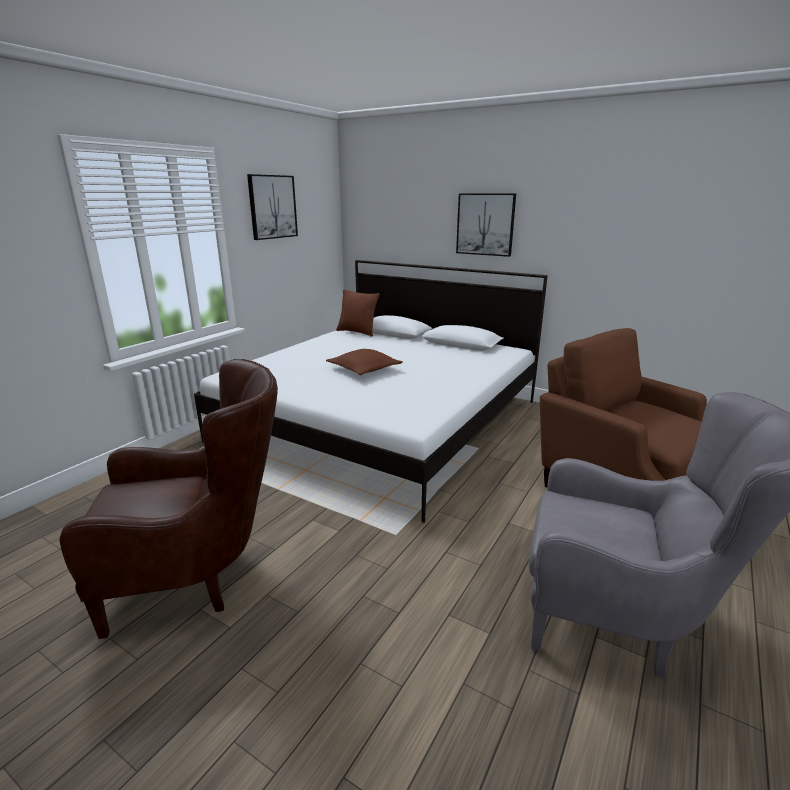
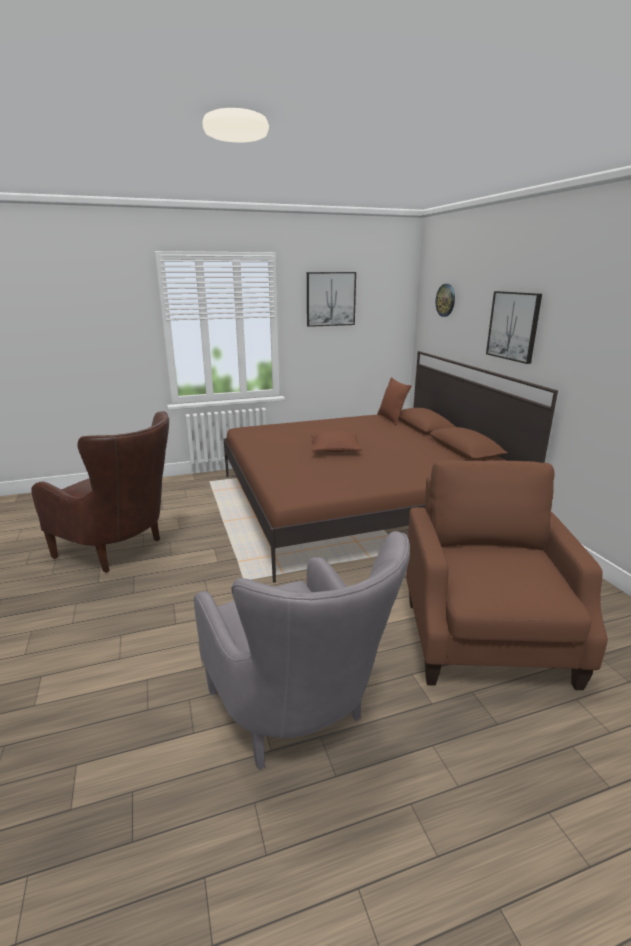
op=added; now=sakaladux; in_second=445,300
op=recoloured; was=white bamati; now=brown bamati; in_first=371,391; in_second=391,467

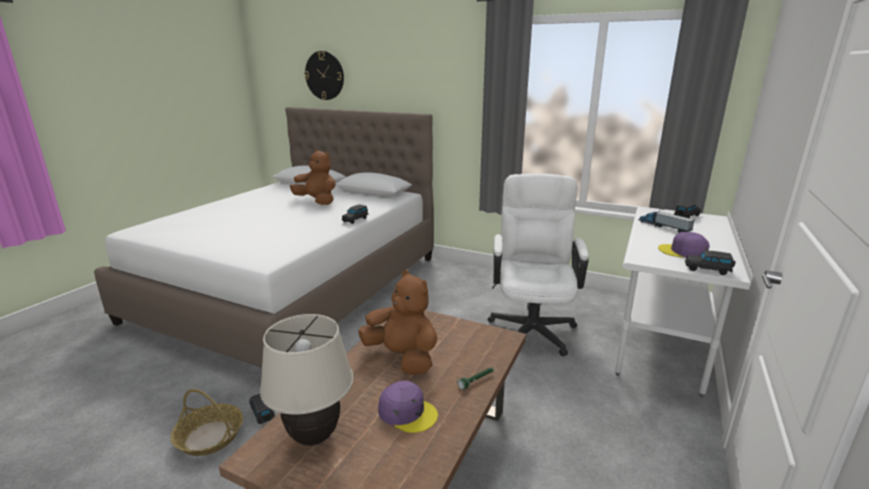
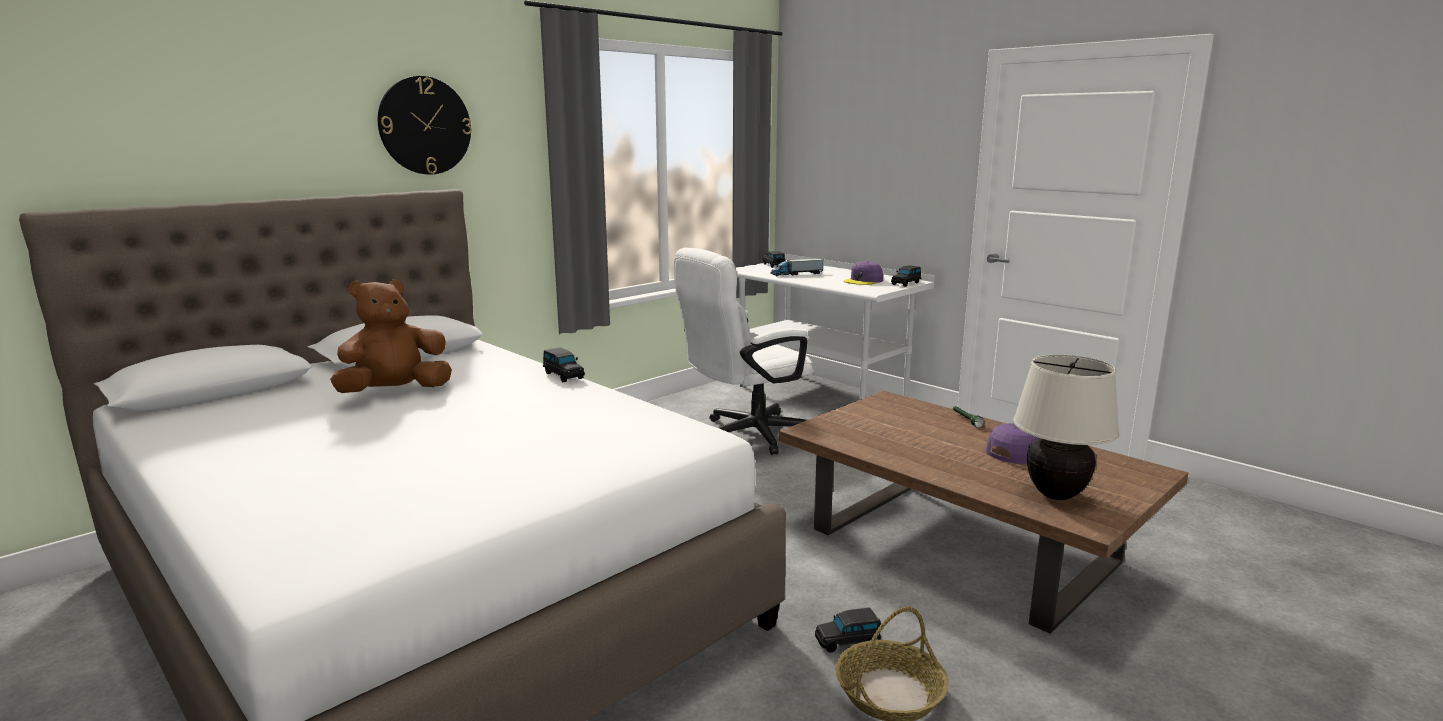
op=removed; was=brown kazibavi; in_first=397,322
op=moved; was=sakaladux; in_first=324,75; in_second=425,125
op=turned; was=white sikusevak; in_first=538,264; in_second=743,351; clockwise=-60

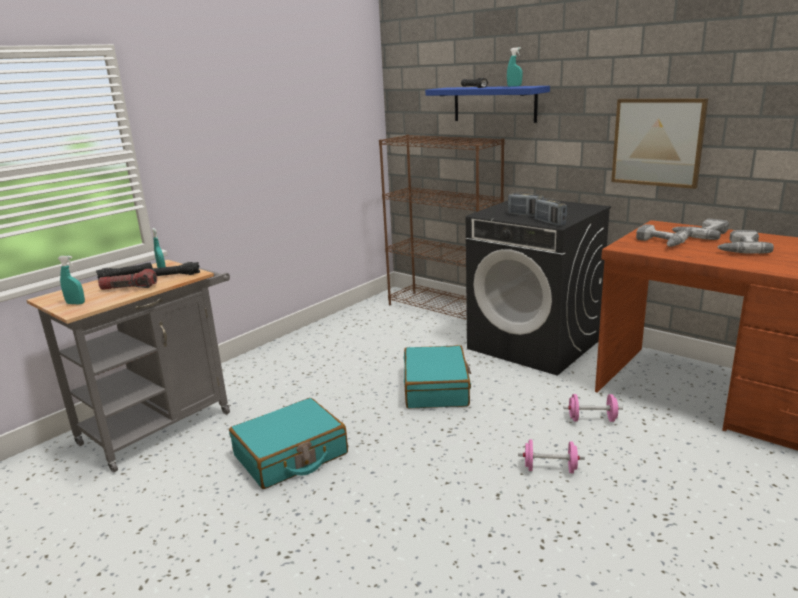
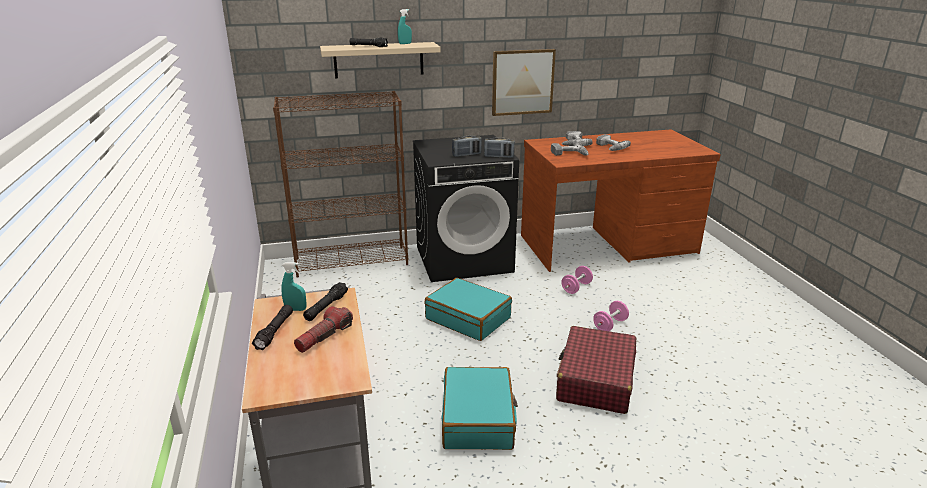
op=removed; was=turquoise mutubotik; in_first=71,280
op=added; now=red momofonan; in_second=596,370
op=recoloured; was=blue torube; now=beige torube; in_first=487,104; in_second=380,60

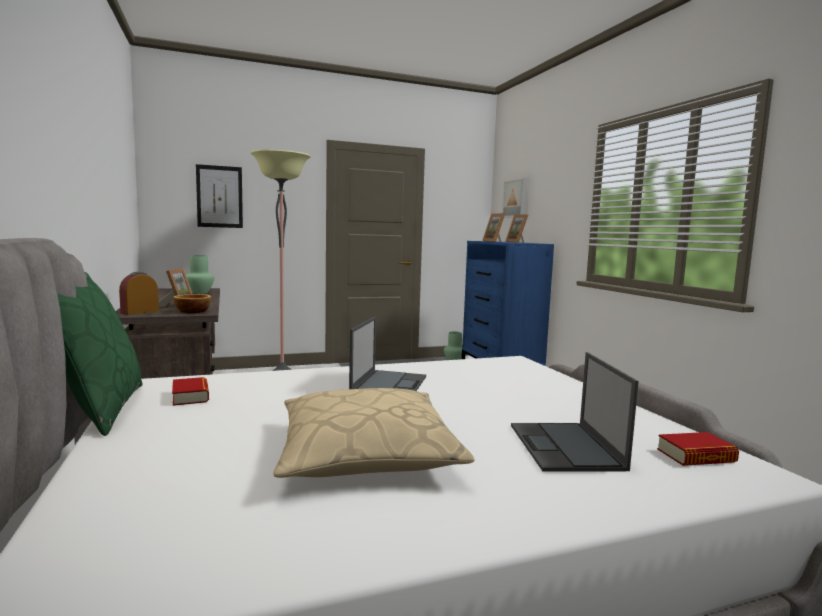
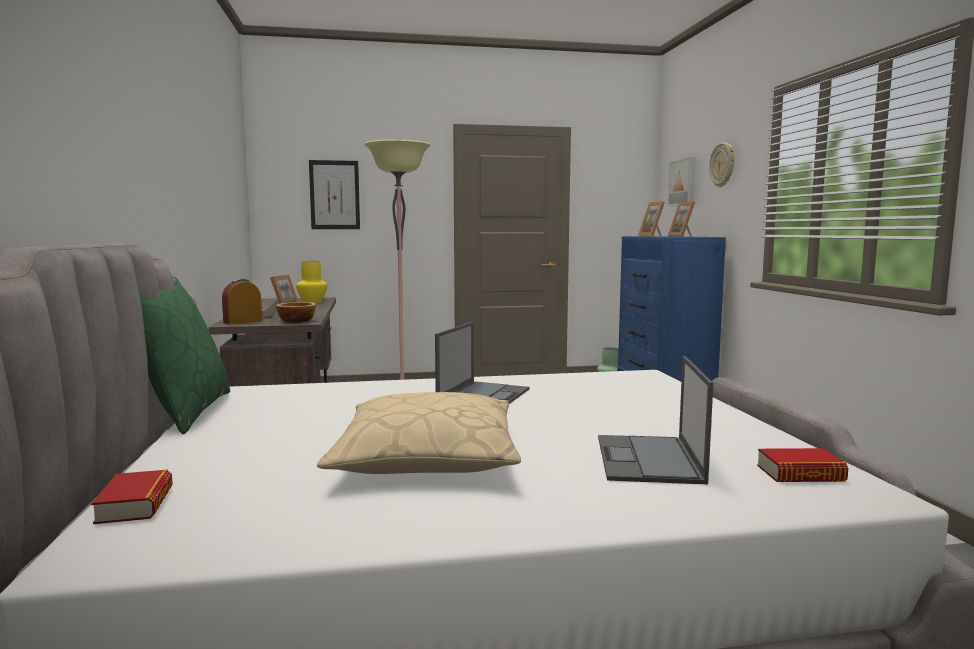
op=added; now=sakaladux; in_second=722,164
op=moved; was=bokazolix; in_first=190,391; in_second=132,497
op=recoloured; was=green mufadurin; now=yellow mufadurin; in_first=200,274; in_second=311,282

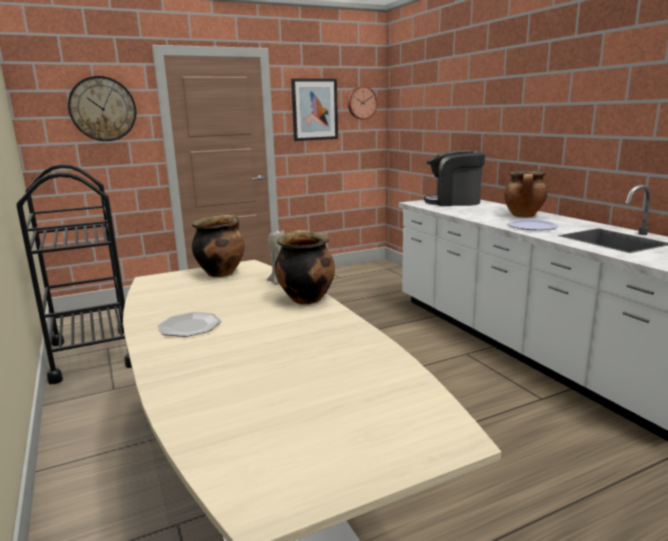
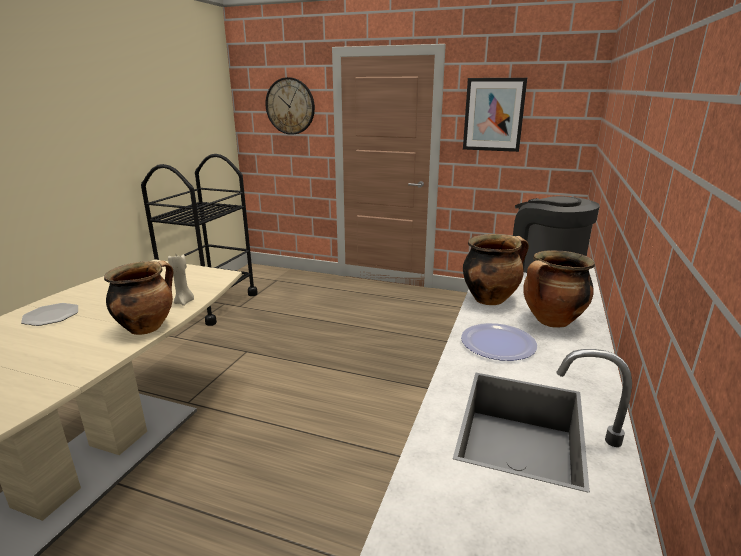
op=removed; was=sakaladux; in_first=362,102
op=moved; was=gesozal; in_first=218,246; in_second=496,269

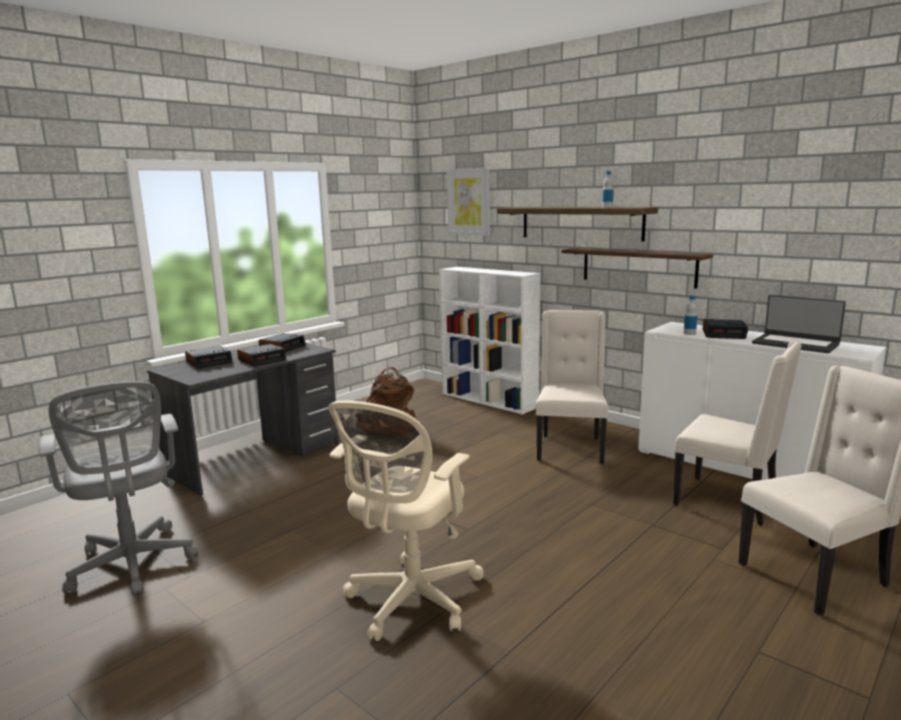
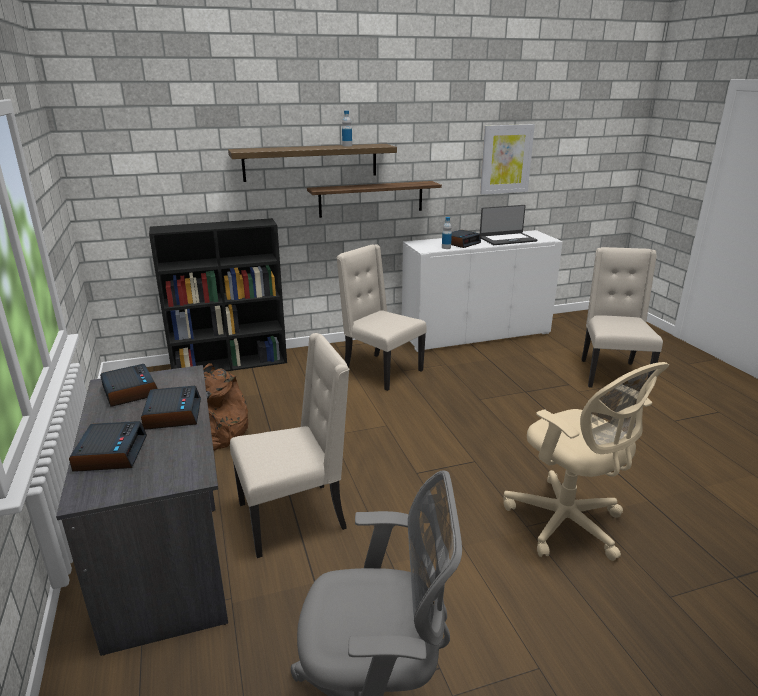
op=moved; was=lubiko; in_first=468,201; in_second=507,159
op=moved; was=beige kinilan; in_first=737,433; in_second=289,445
op=recoloured; was=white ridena; now=black ridena; in_first=489,341; in_second=218,295

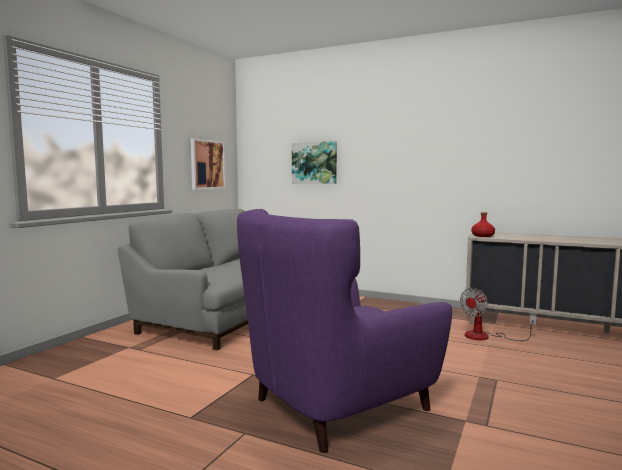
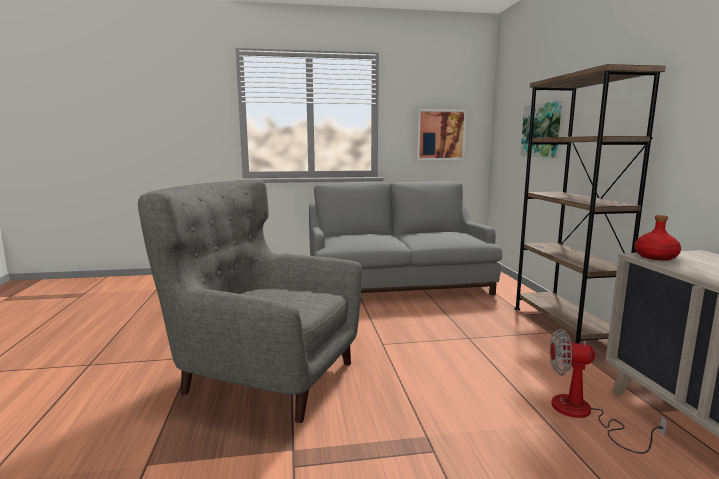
op=added; now=brown ridena; in_second=590,204
op=recoloured; was=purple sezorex; now=grey sezorex; in_first=344,331; in_second=250,301

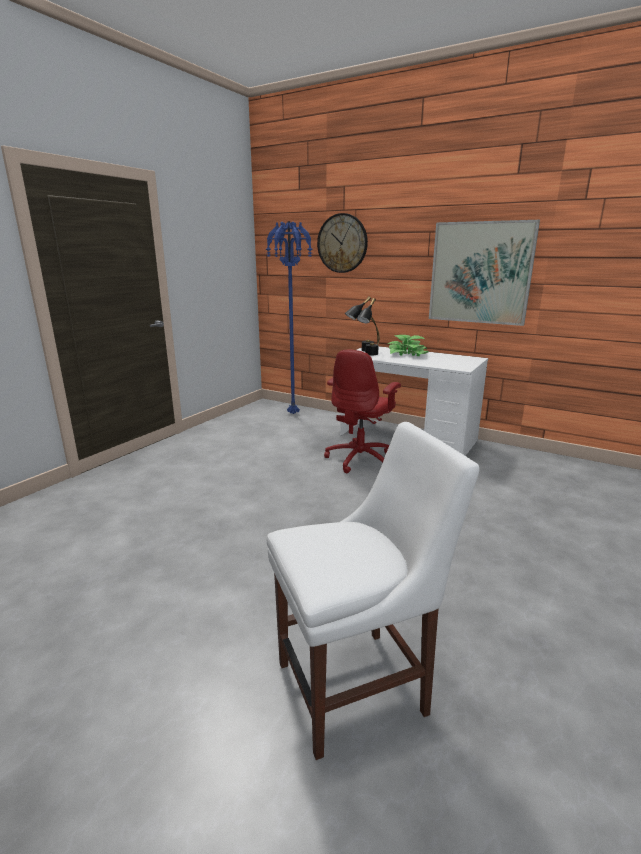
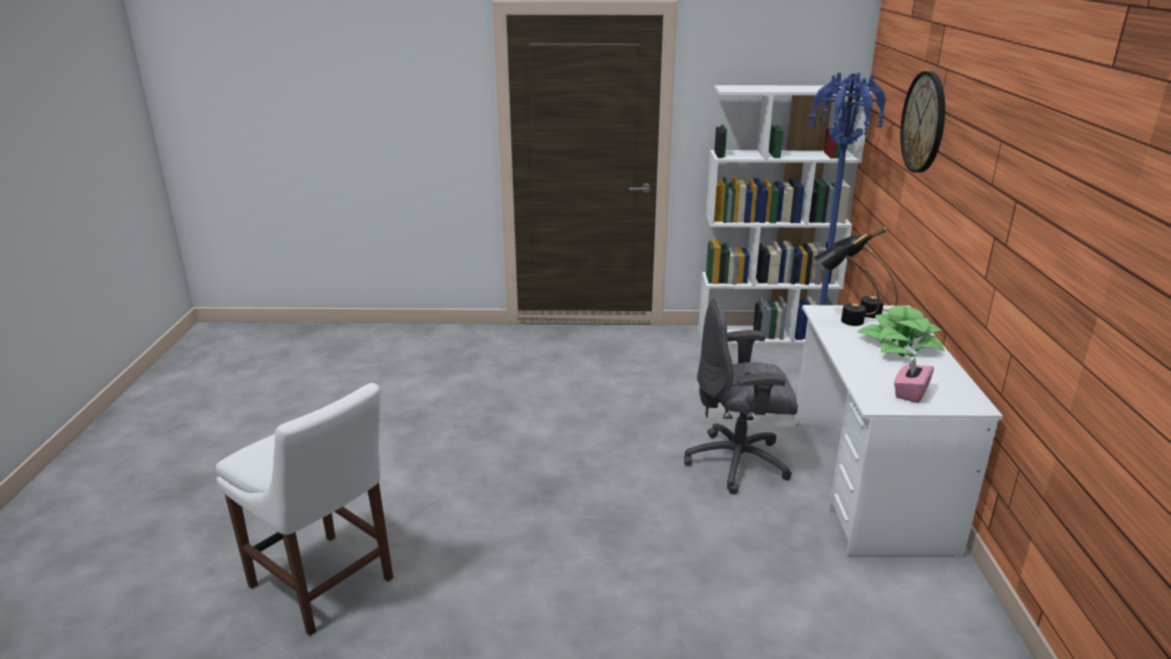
op=removed; was=lubiko; in_first=484,273
op=added; now=white ridena; in_second=785,214
op=added; now=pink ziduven; in_second=914,380
op=recoloured; was=red sikusevak; now=grey sikusevak; in_first=362,411; in_second=741,396

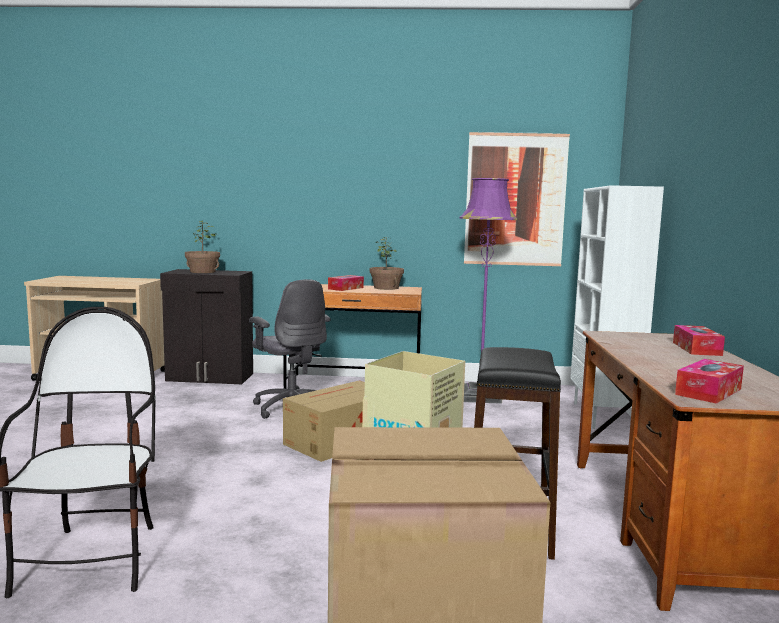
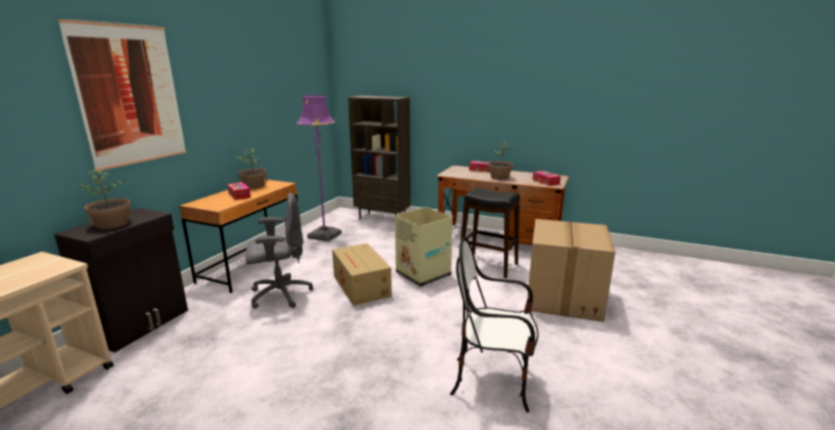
op=added; now=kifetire; in_second=500,160
op=moved; was=lubiko; in_first=517,199; in_second=122,95
op=recoloured; was=white ridena; now=brown ridena; in_first=617,307; in_second=379,157

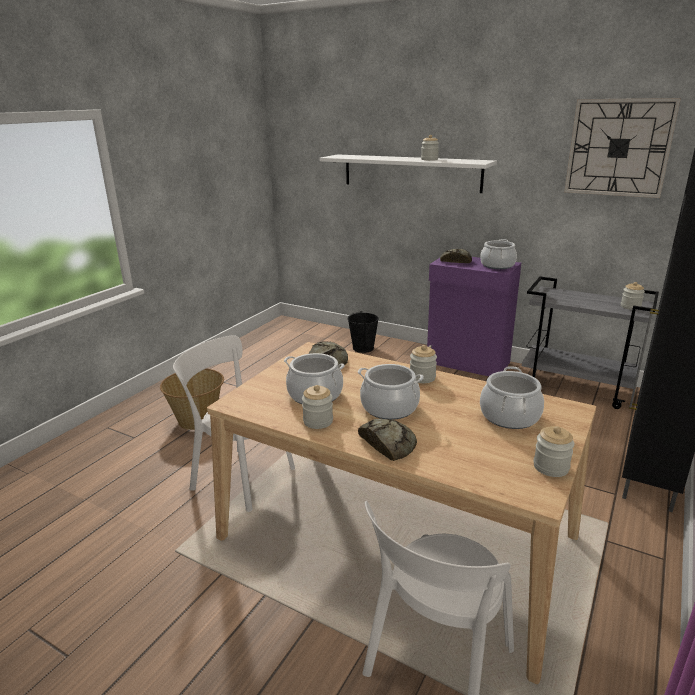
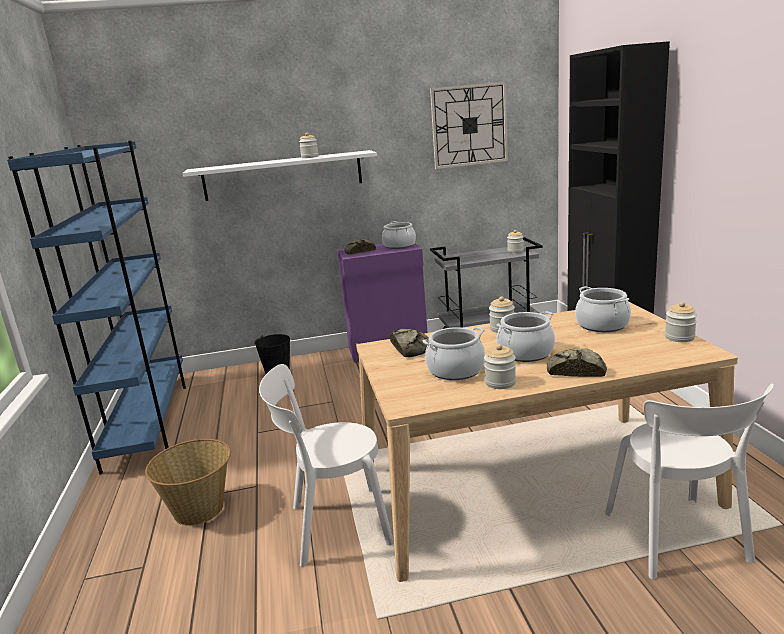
op=added; now=blue ridena; in_second=96,308

